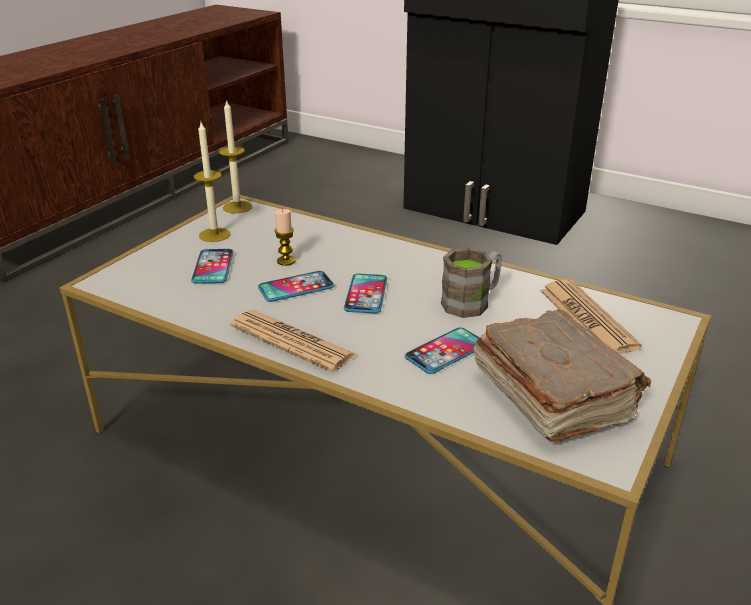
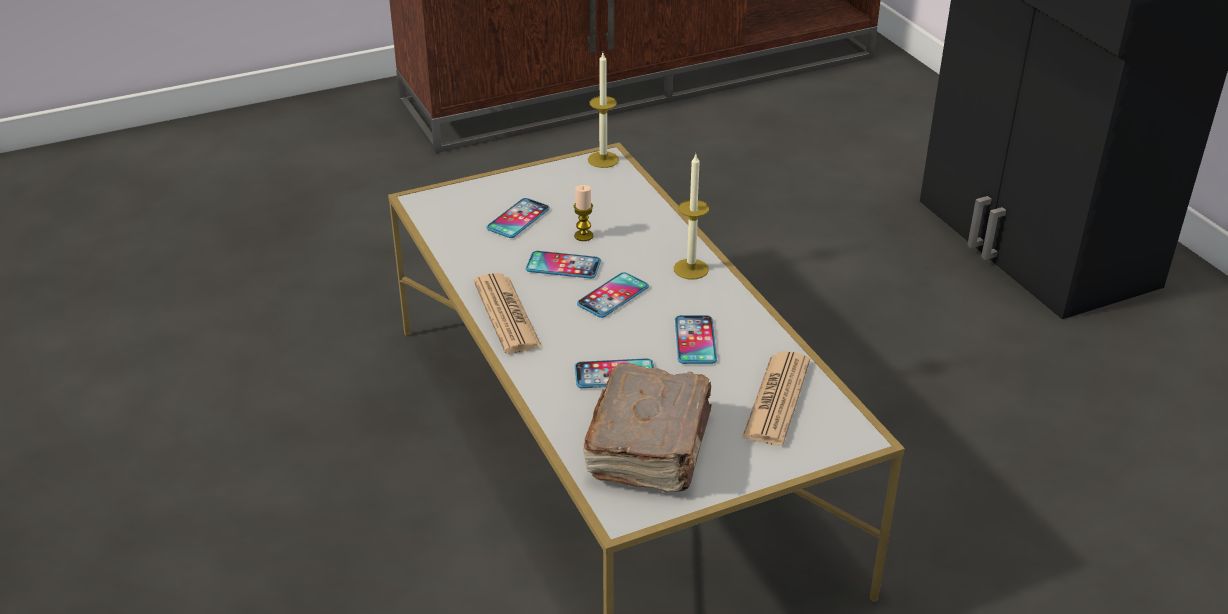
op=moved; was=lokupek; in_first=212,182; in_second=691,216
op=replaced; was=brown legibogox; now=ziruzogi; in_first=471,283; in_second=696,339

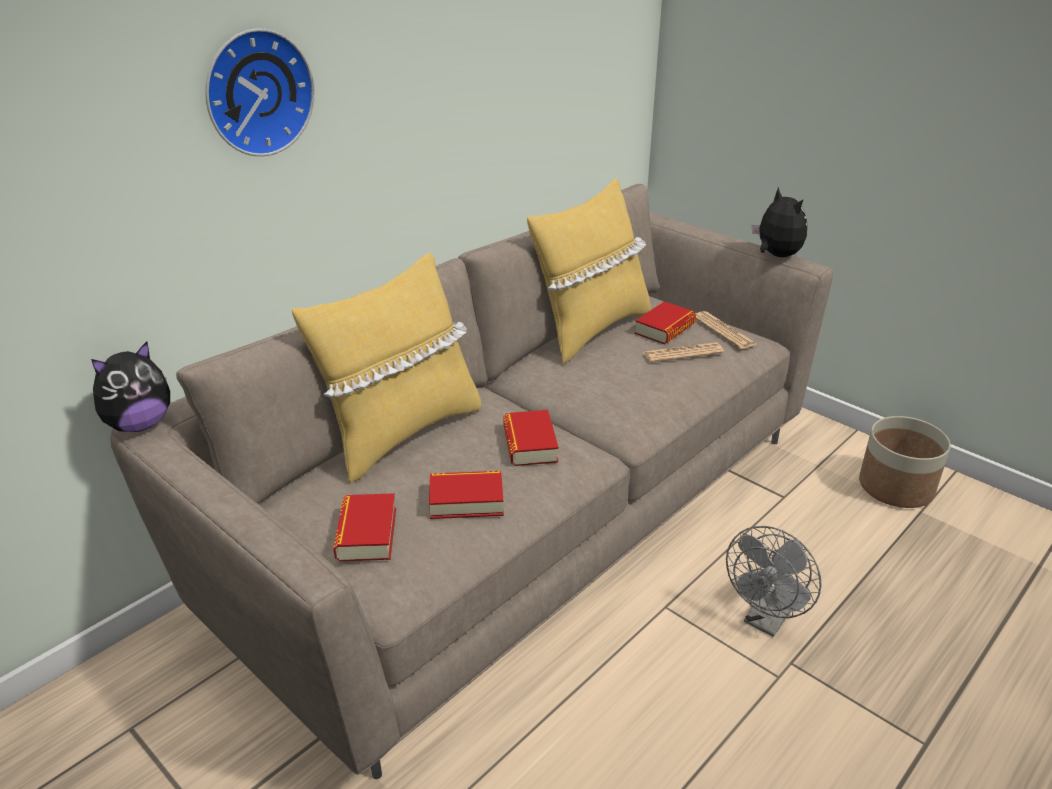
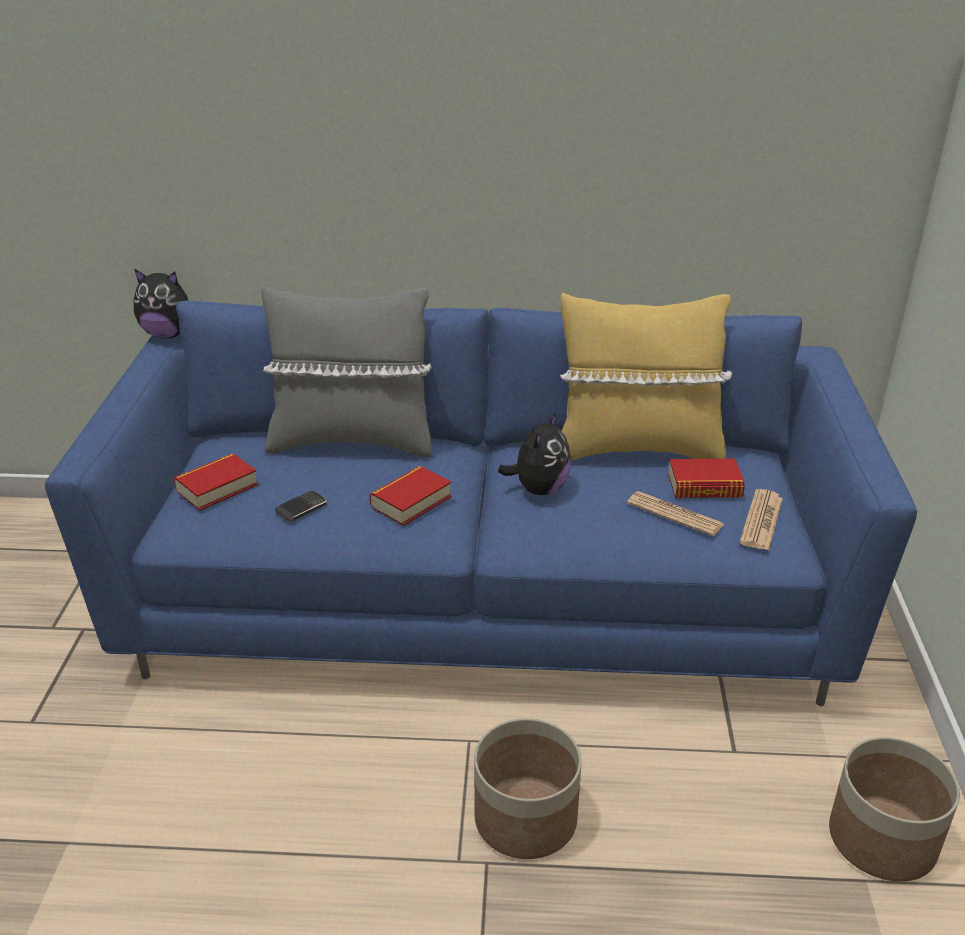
op=removed; was=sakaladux; in_first=259,92
op=moved; was=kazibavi; in_first=779,222; in_second=534,453
op=replaced; was=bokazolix; now=ziruzogi; in_first=466,495; in_second=301,506
op=replaced; was=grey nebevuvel; now=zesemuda; in_first=774,581; in_second=528,788
op=recoloured; was=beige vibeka; now=blue vibeka; in_first=472,481; in_second=481,503
op=recoloured; was=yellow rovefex; now=grey rovefex; in_first=387,368; in_second=346,371

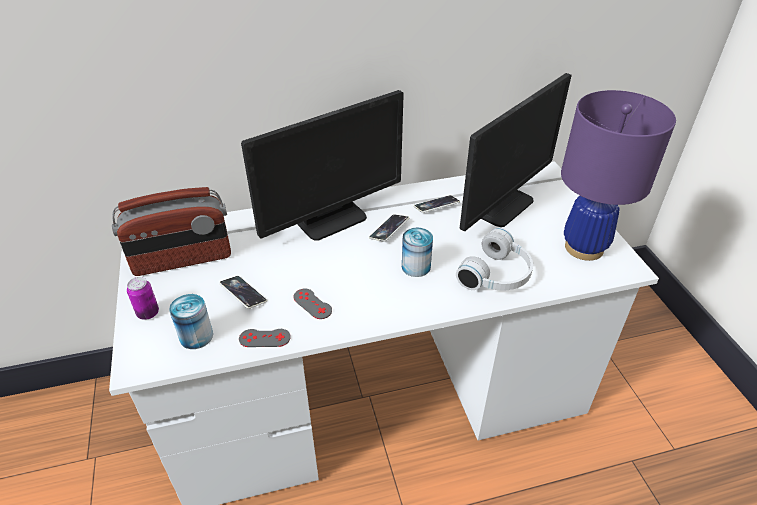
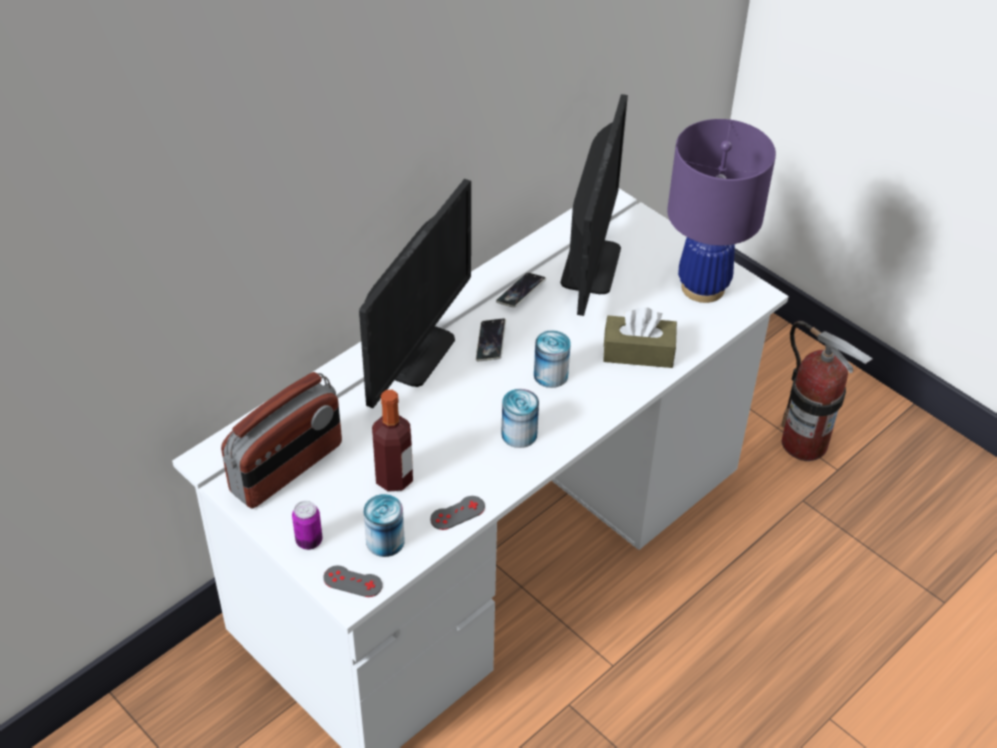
op=added; now=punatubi; in_second=520,418
op=added; now=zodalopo; in_second=827,391
op=moved; was=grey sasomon; in_first=312,303; in_second=353,581
op=replaced; was=ziruzogi; now=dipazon; in_first=243,292; in_second=392,441
op=replaced; was=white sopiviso; now=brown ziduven; in_first=494,259; in_second=640,337

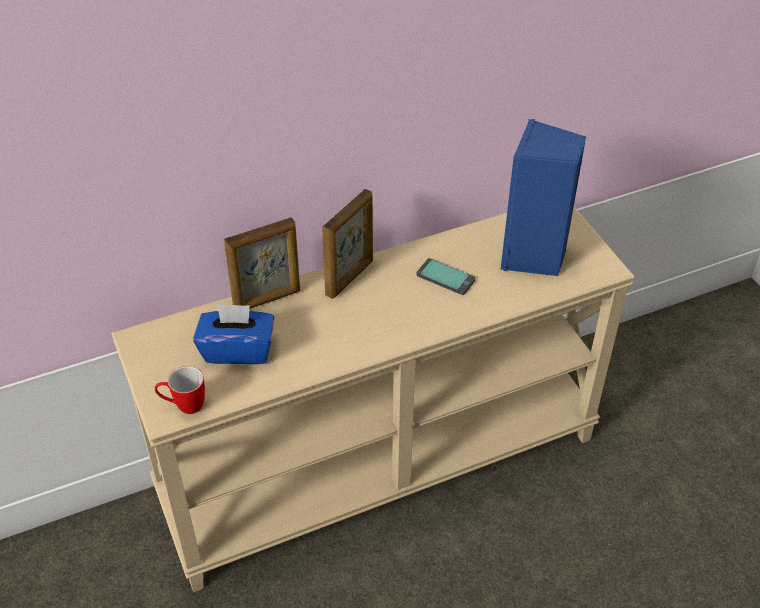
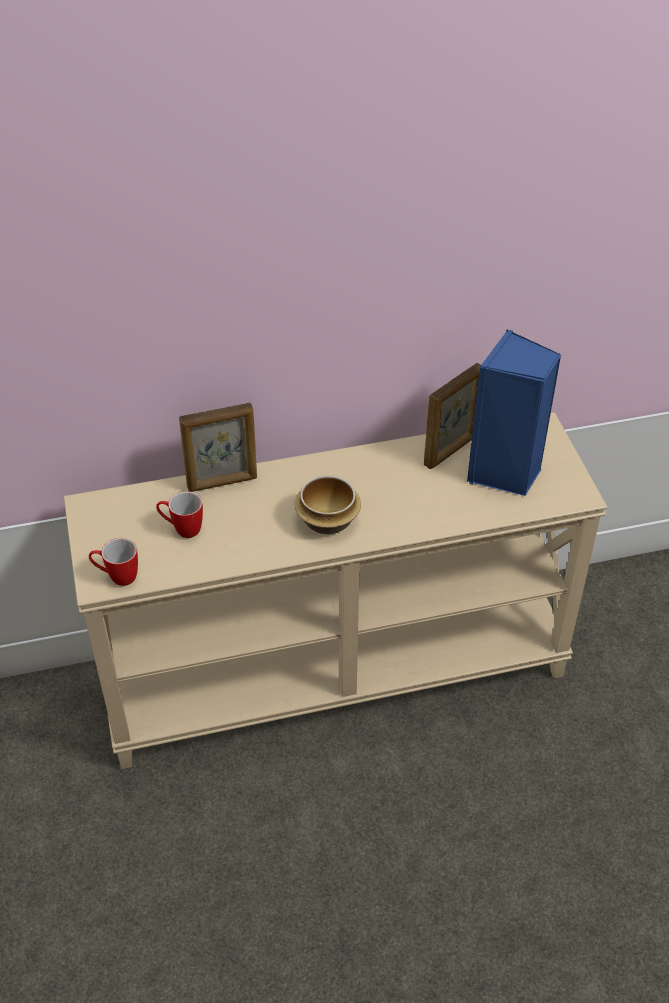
op=removed; was=ziruzogi; in_first=445,276
op=added; now=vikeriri; in_second=327,504
op=moved; was=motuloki; in_first=347,244; in_second=452,416
op=replaced; was=blue ziduven; now=legibogox; in_first=233,333; in_second=179,514

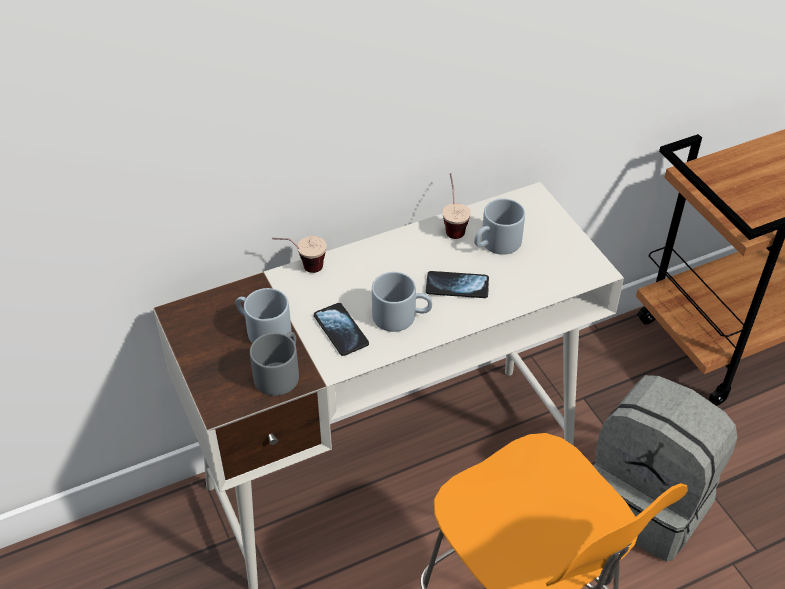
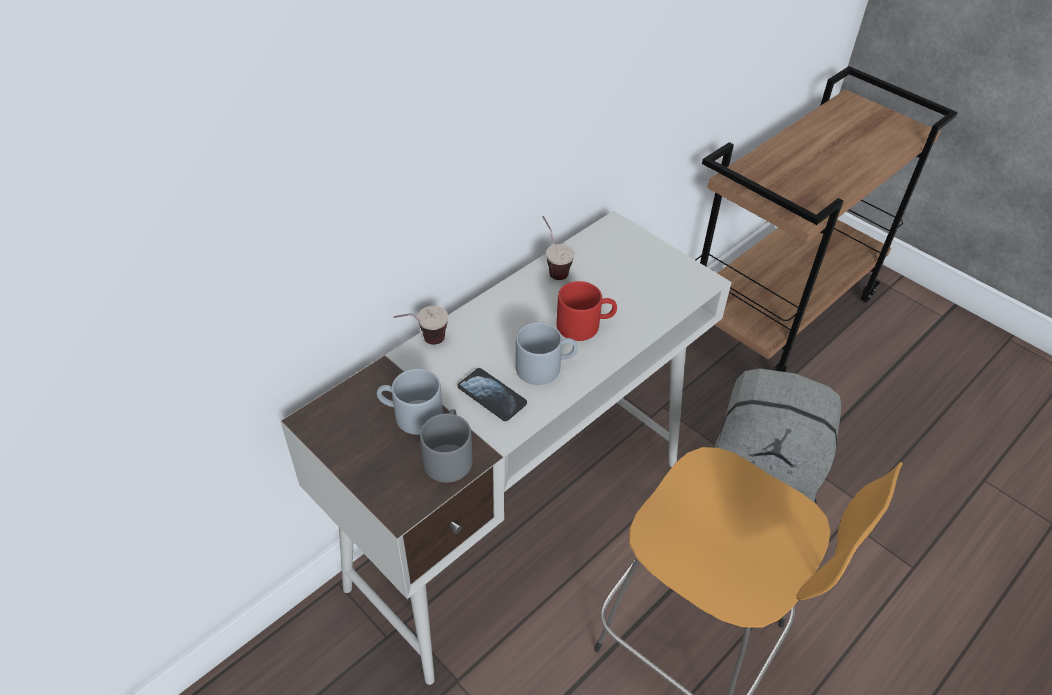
op=removed; was=grey legibogox; in_first=499,226
op=replaced; was=ziruzogi; now=red legibogox; in_first=457,284; in_second=586,311

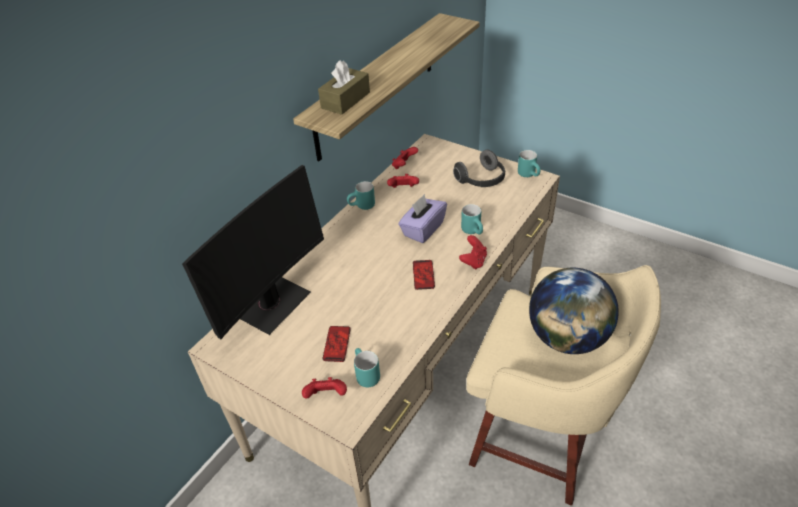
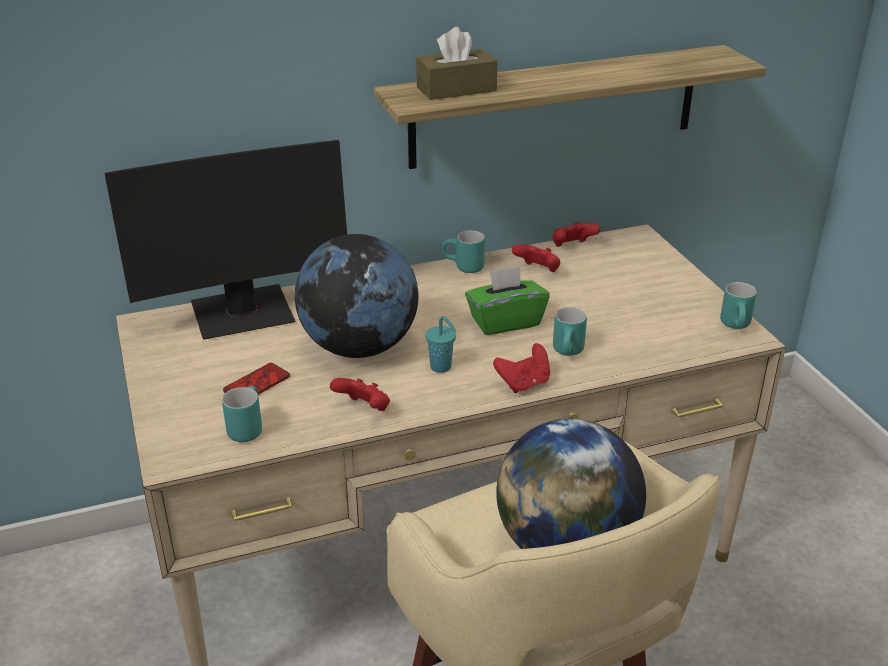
op=removed; was=sopiviso; in_first=479,168
op=added; now=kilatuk; in_second=356,296
op=moved; was=red sasomon; in_first=324,388; in_second=360,394
op=replaced; was=ziruzogi; now=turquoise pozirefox; in_first=424,275; in_second=440,344
op=recoloured; was=purple ziduven; now=green ziduven; in_first=422,218; in_second=507,300

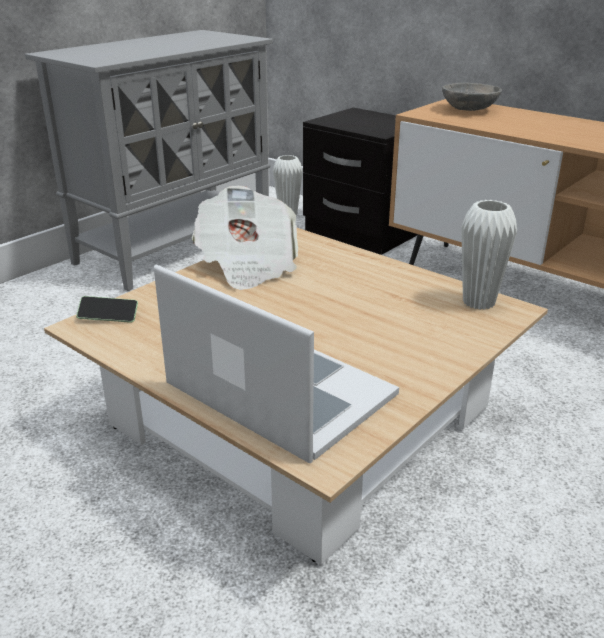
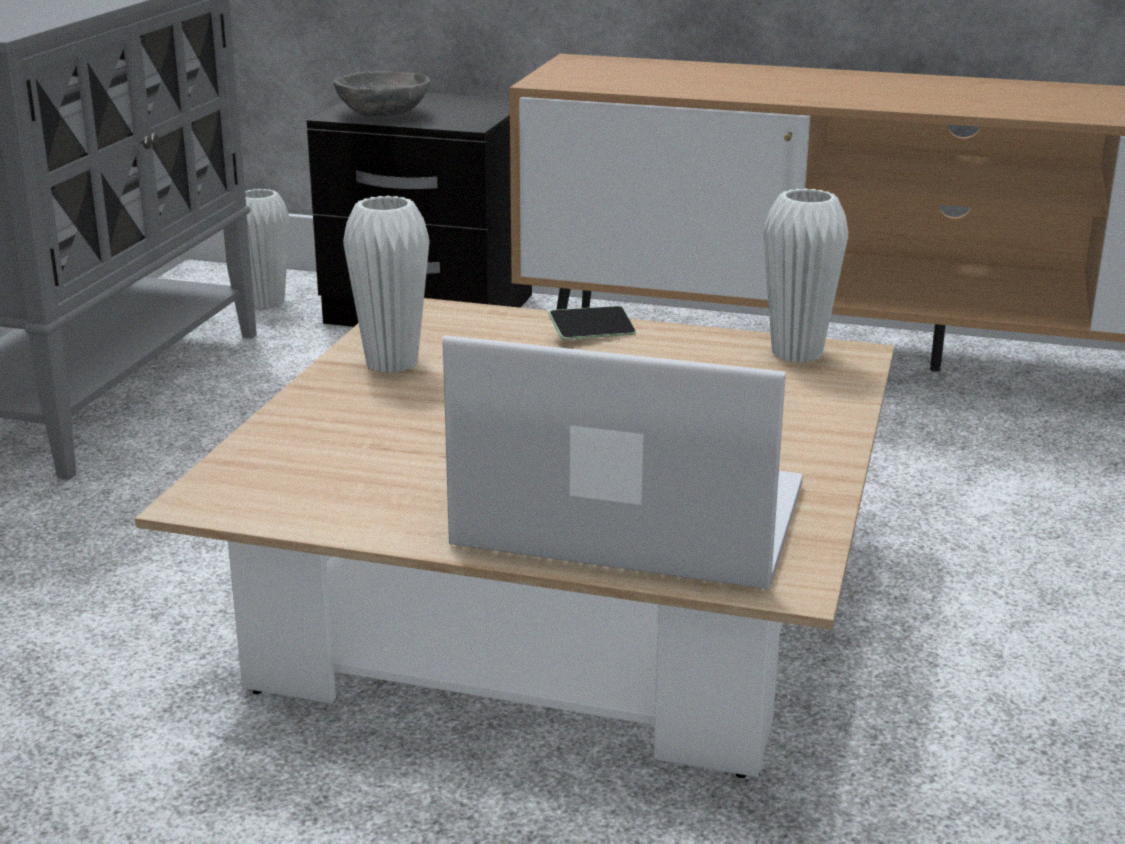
op=moved; was=ziruzogi; in_first=107,309; in_second=592,323
op=moved; was=grey vikeriri; in_first=472,96; in_second=381,93
op=replaced; was=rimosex; now=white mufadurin; in_first=245,238; in_second=386,284

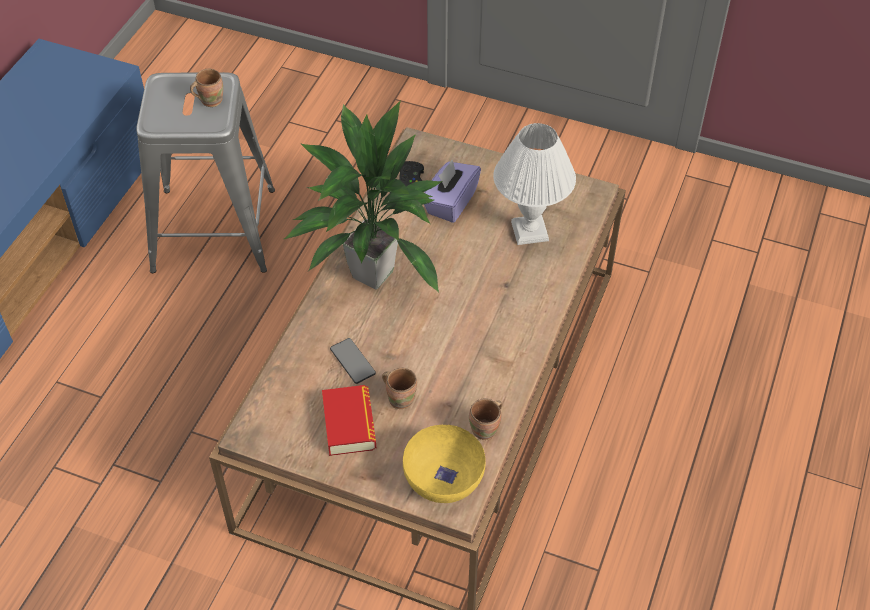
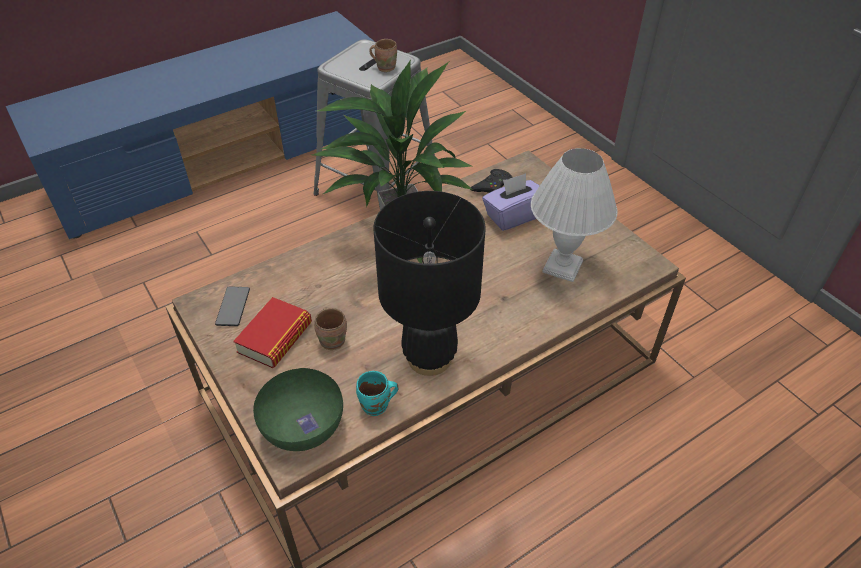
op=added; now=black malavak; in_second=430,283
op=moved; was=ziruzogi; in_first=353,361; in_second=232,306
op=recoloured; was=yellow vikeriri; now=green vikeriri; in_first=444,464; in_second=298,409
op=recoloured; was=brown legibogox; now=turquoise legibogox; in_first=485,419; in_second=377,393

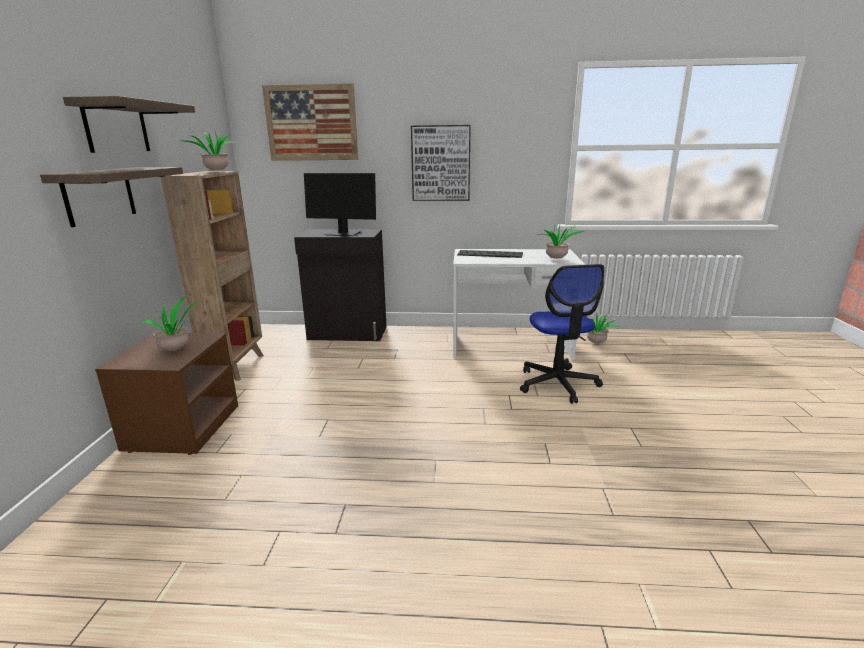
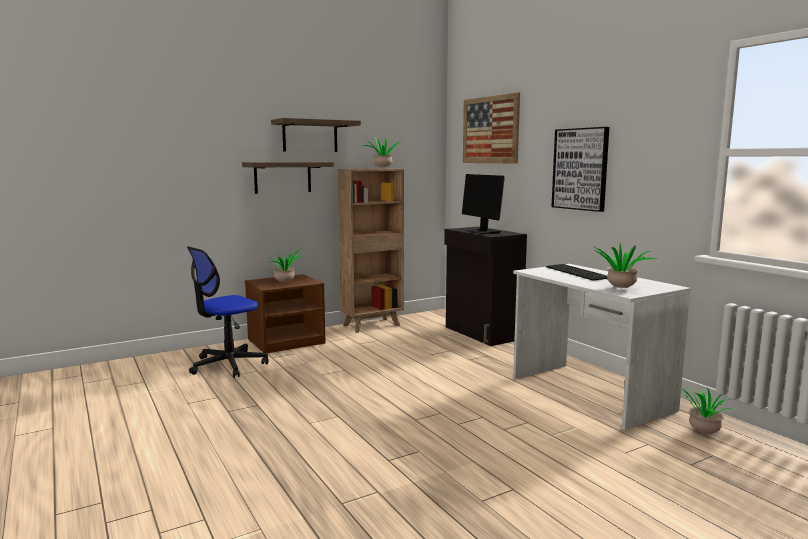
op=moved; was=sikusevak; in_first=562,334; in_second=228,312

